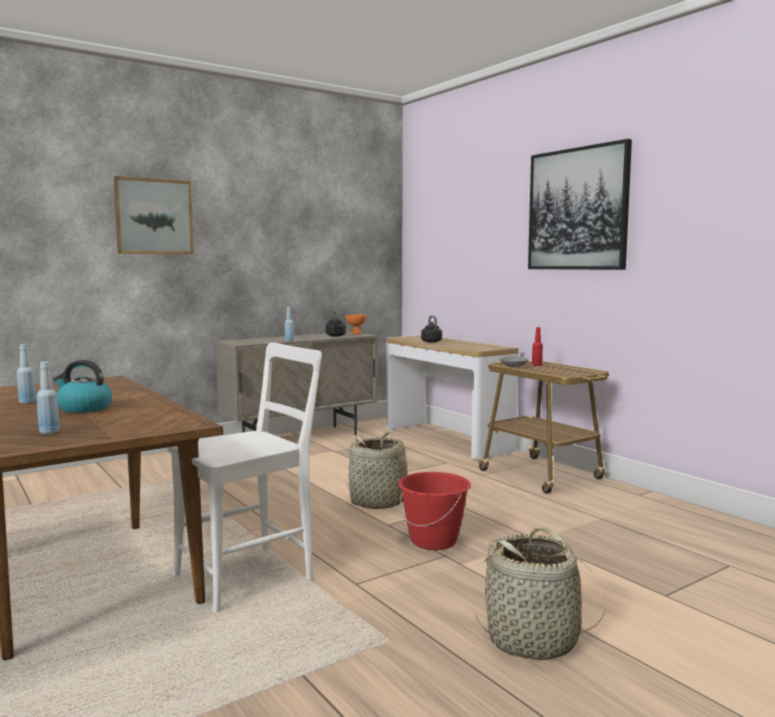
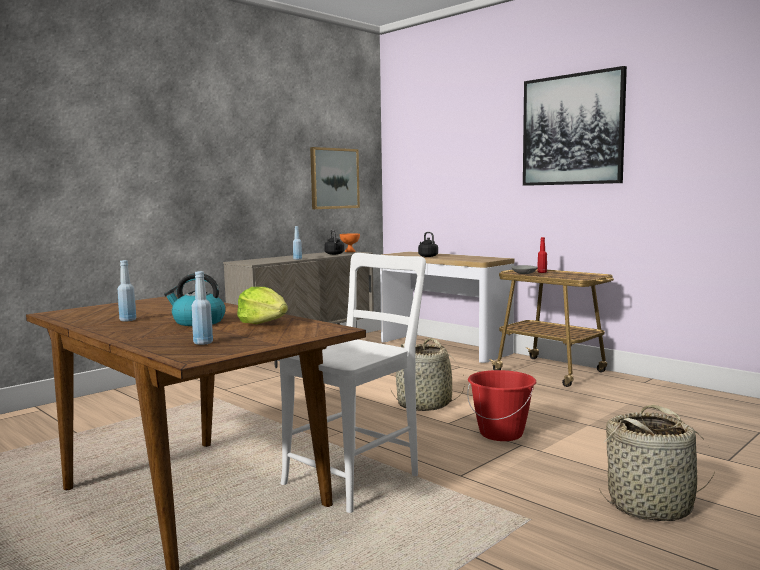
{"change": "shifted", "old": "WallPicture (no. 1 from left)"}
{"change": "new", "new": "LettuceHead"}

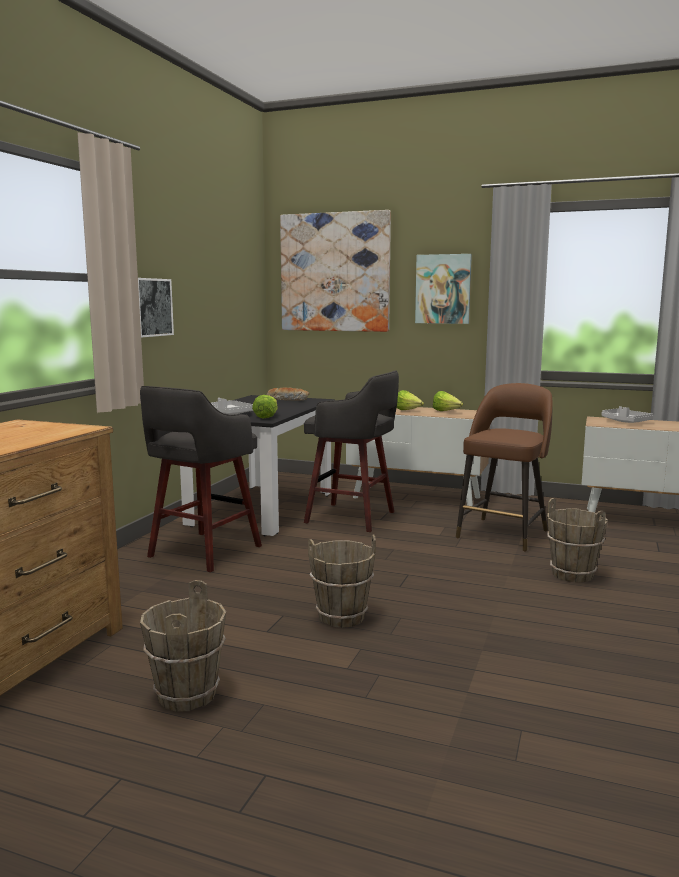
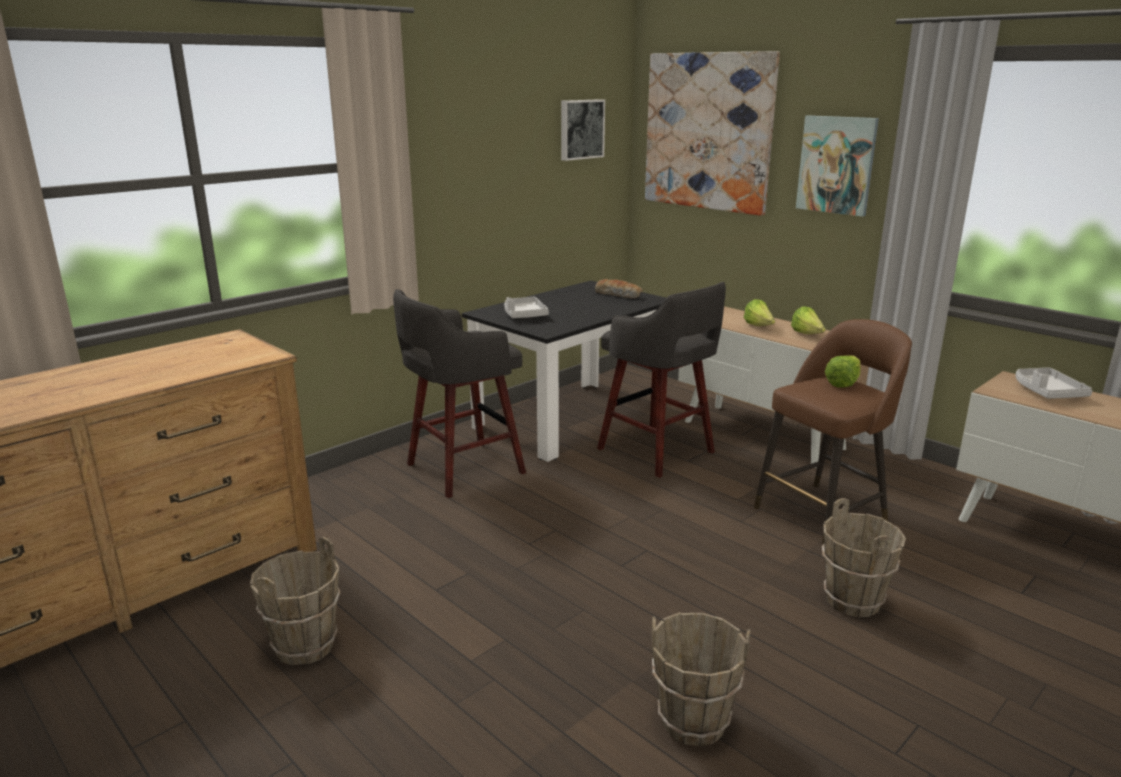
{"change": "shifted", "old": "WallPicture (no. 1 from left)"}
{"change": "shifted", "old": "LettuceHead (no. 1 from left in the first image)", "new": "LettuceHead (no. 3 from left)"}
{"change": "shifted", "old": "BrownColouredPail (no. 2 from left)"}

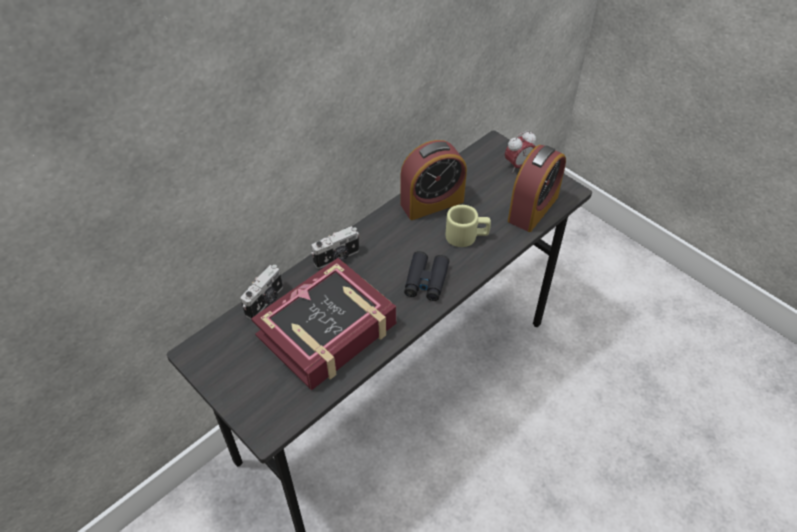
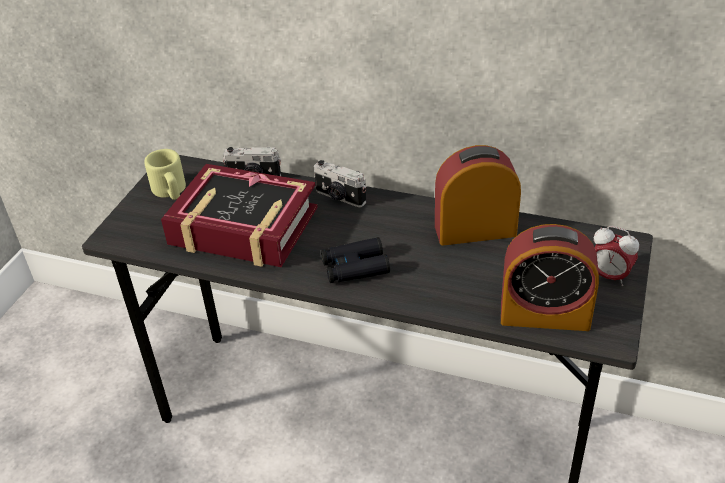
{"change": "rotated", "old": "TableClock (no. 1 from left)", "degrees": 135}
{"change": "shifted", "old": "BeigeColouredCoffeeMug"}

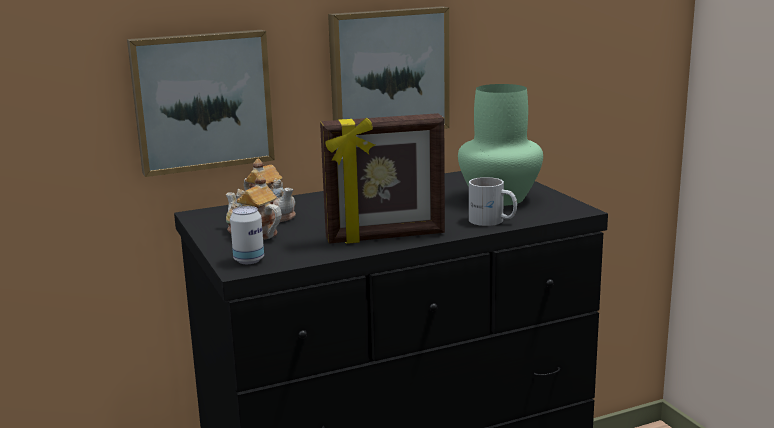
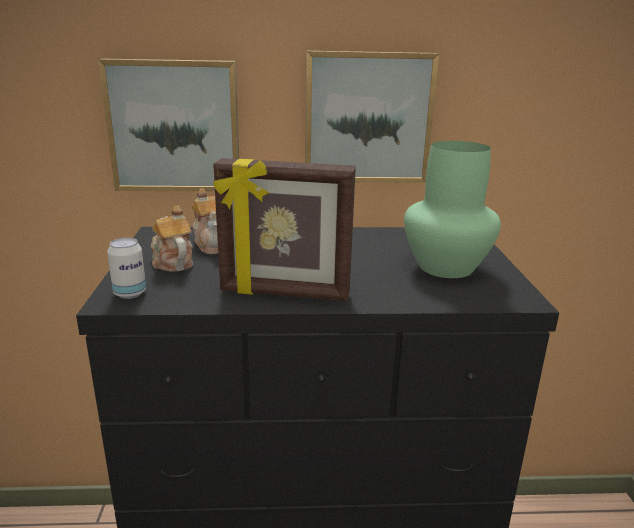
{"change": "gone", "old": "WhitishCoffeeMug"}

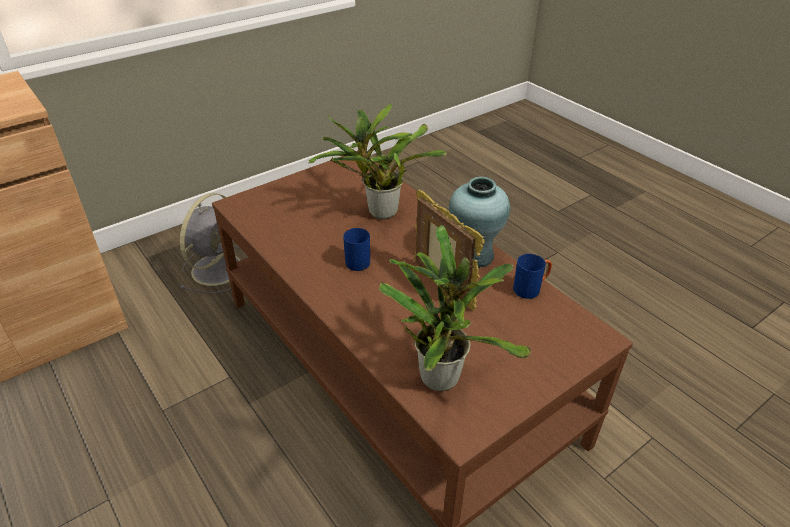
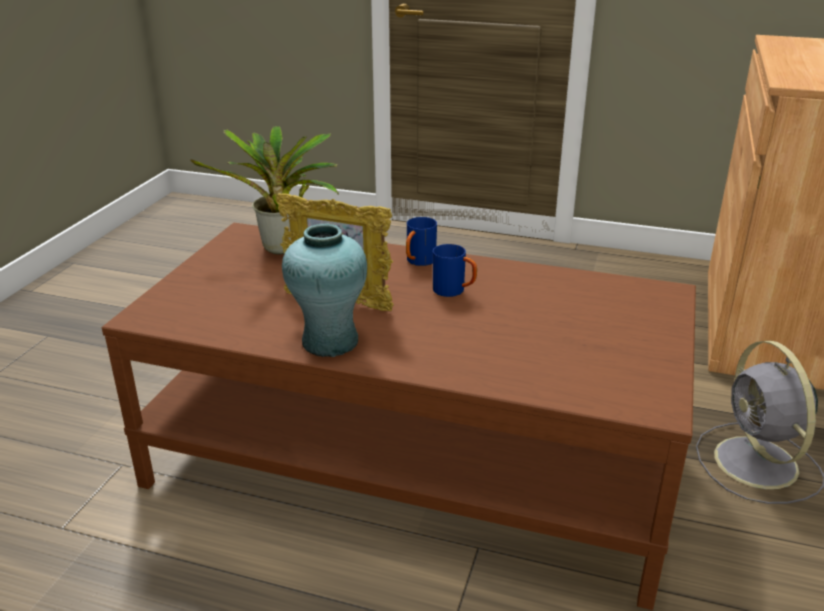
{"change": "gone", "old": "PottedPlant (no. 1 from left)"}
{"change": "shifted", "old": "BlueCoffeeMug (no. 2 from left in the first image)", "new": "BlueCoffeeMug (no. 1 from left)"}

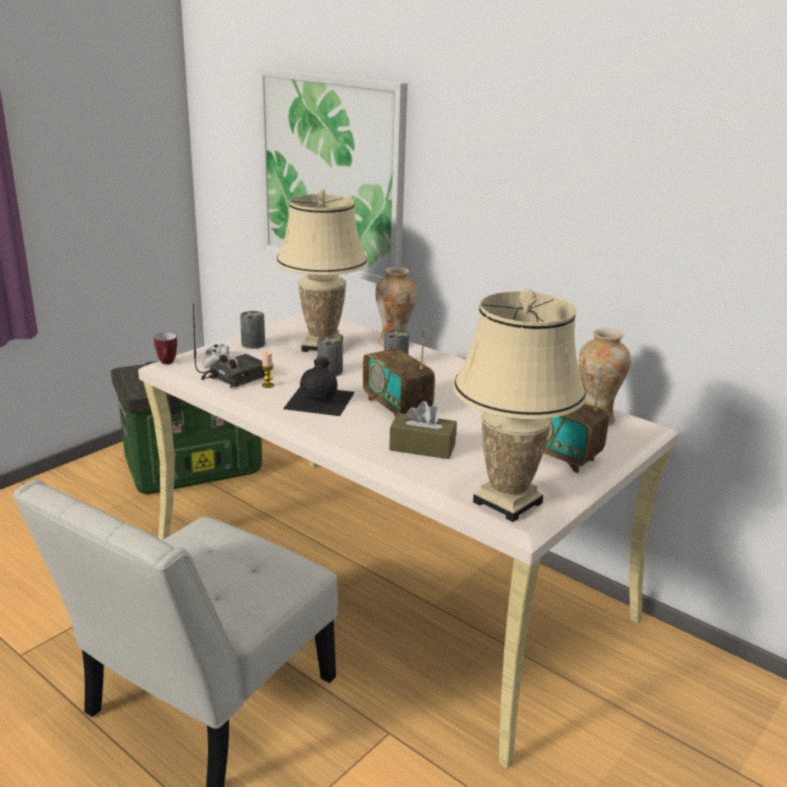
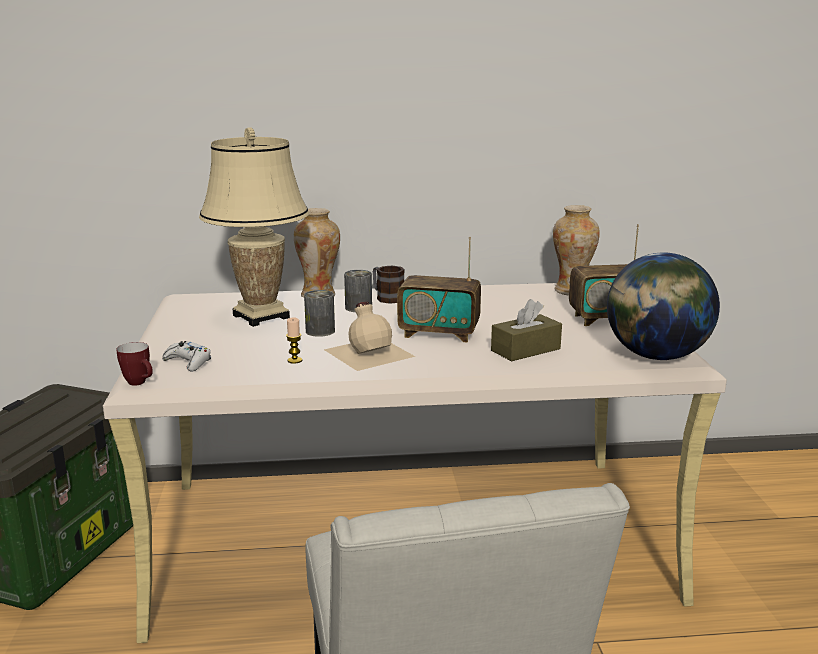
{"change": "gone", "old": "WallPicture"}
{"change": "swapped", "old": "BeigeColouredTabletopLamp (no. 2 from left)", "new": "Globe"}
{"change": "gone", "old": "Radio (no. 1 from left)"}
{"change": "gone", "old": "SealedCan (no. 1 from left)"}
{"change": "repainted", "old": "BlackColouredDrinkBottle", "new": "BeigeColouredDrinkBottle"}
{"change": "new", "new": "CoffeeMug (no. 2 from left)"}

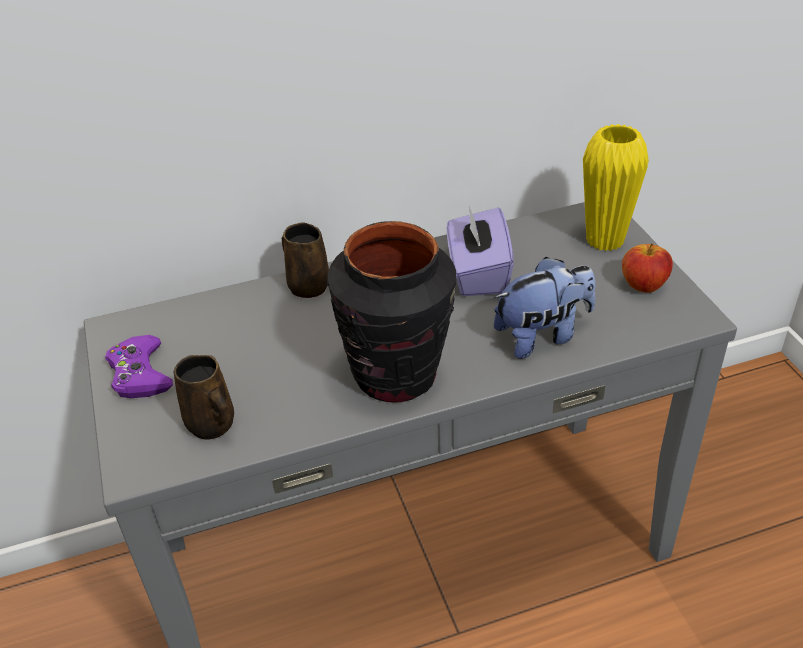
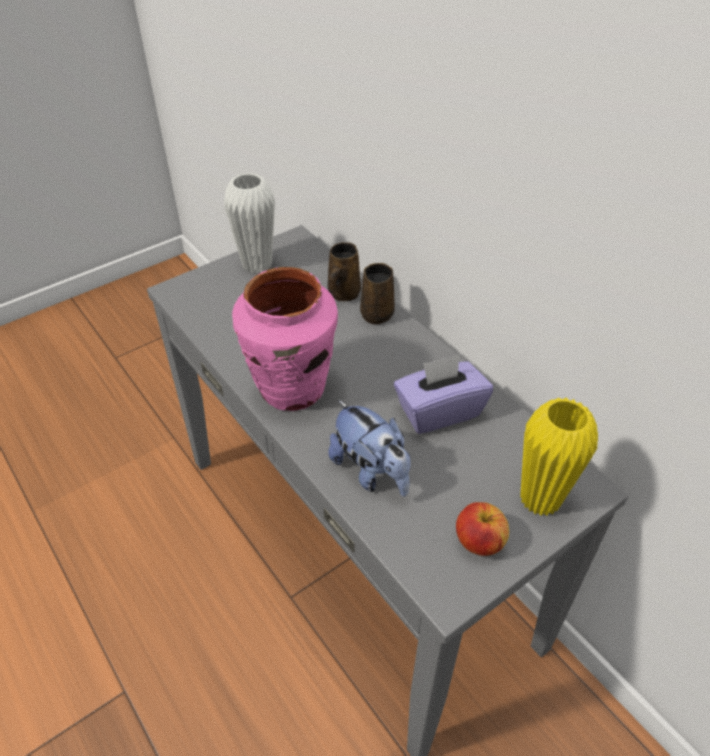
{"change": "repainted", "old": "BlackColouredDecorativeVase", "new": "PinkishDecorativeVase"}
{"change": "swapped", "old": "PurpleColouredJoypad", "new": "WhitishDecorativeVase"}
{"change": "shifted", "old": "BrownColouredCoffeeMug (no. 1 from left)"}

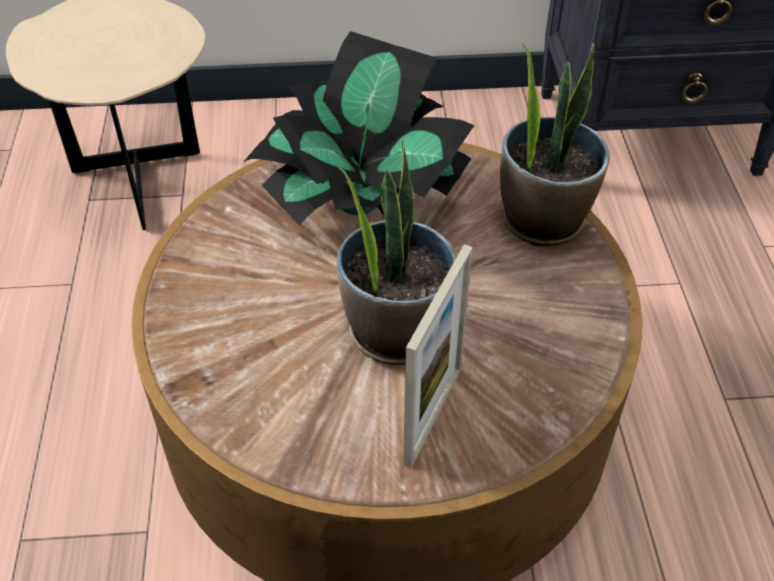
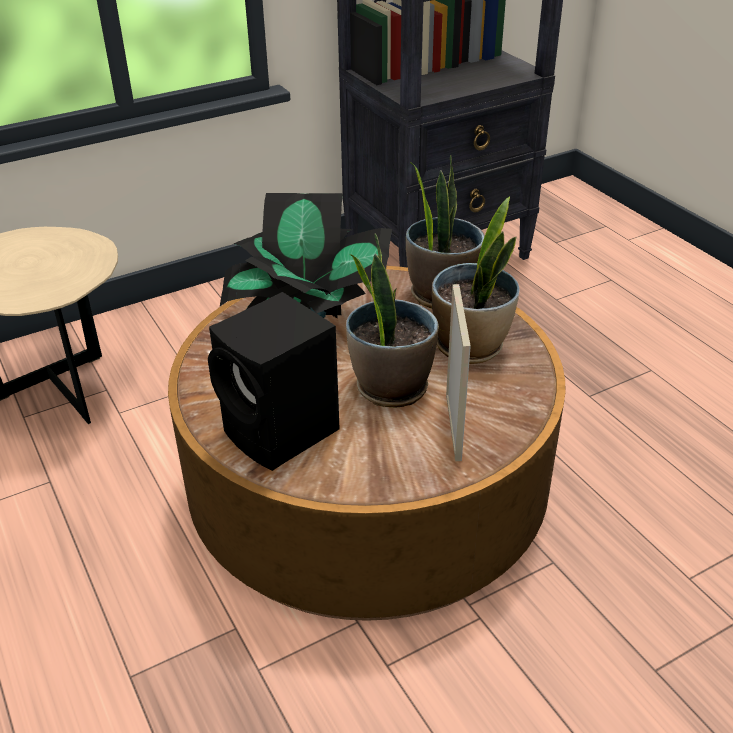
{"change": "new", "new": "PottedPlant (no. 4 from left)"}
{"change": "new", "new": "BlackColouredAudioSpeaker"}

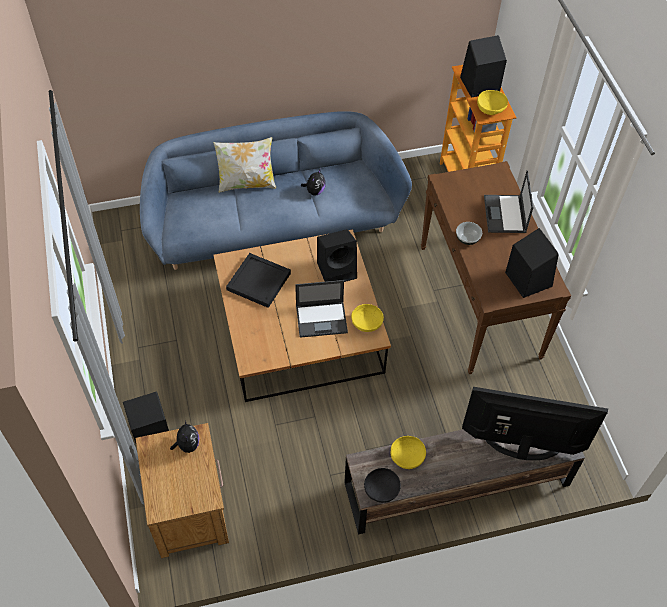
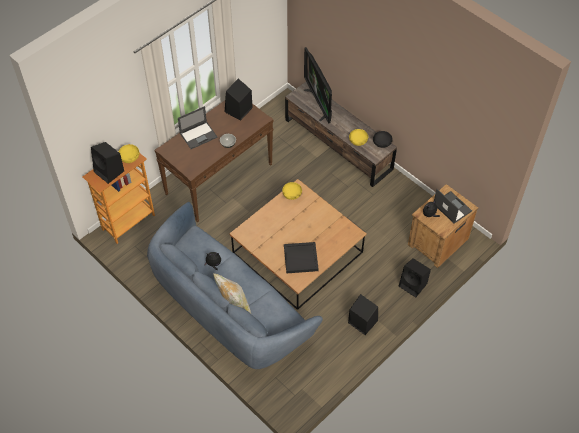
{"change": "shifted", "old": "BlackColouredAudioSpeaker (no. 2 from left in the first image)", "new": "BlackColouredAudioSpeaker (no. 3 from left)"}
{"change": "shifted", "old": "NotebookComputer (no. 1 from left in the first image)", "new": "NotebookComputer (no. 2 from left)"}

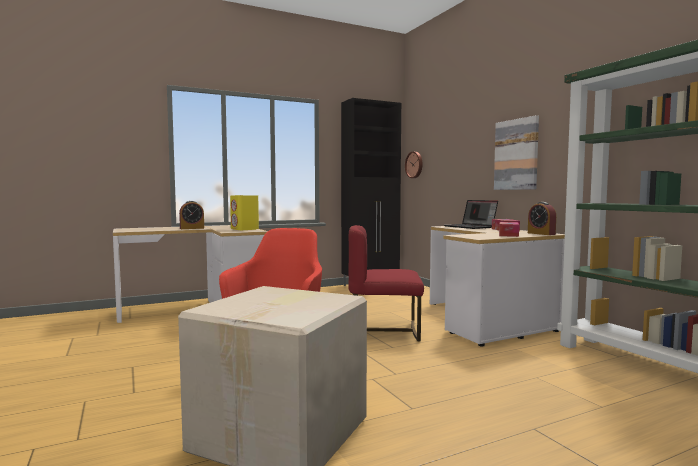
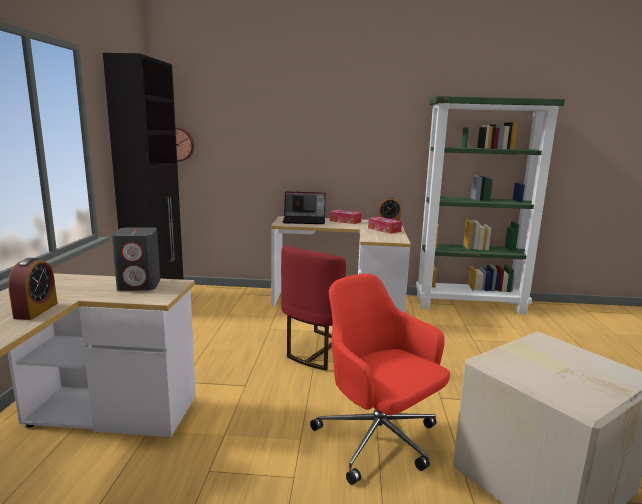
{"change": "gone", "old": "WallPicture"}
{"change": "repainted", "old": "YellowColouredAudioSpeaker", "new": "GreyAudioSpeaker"}

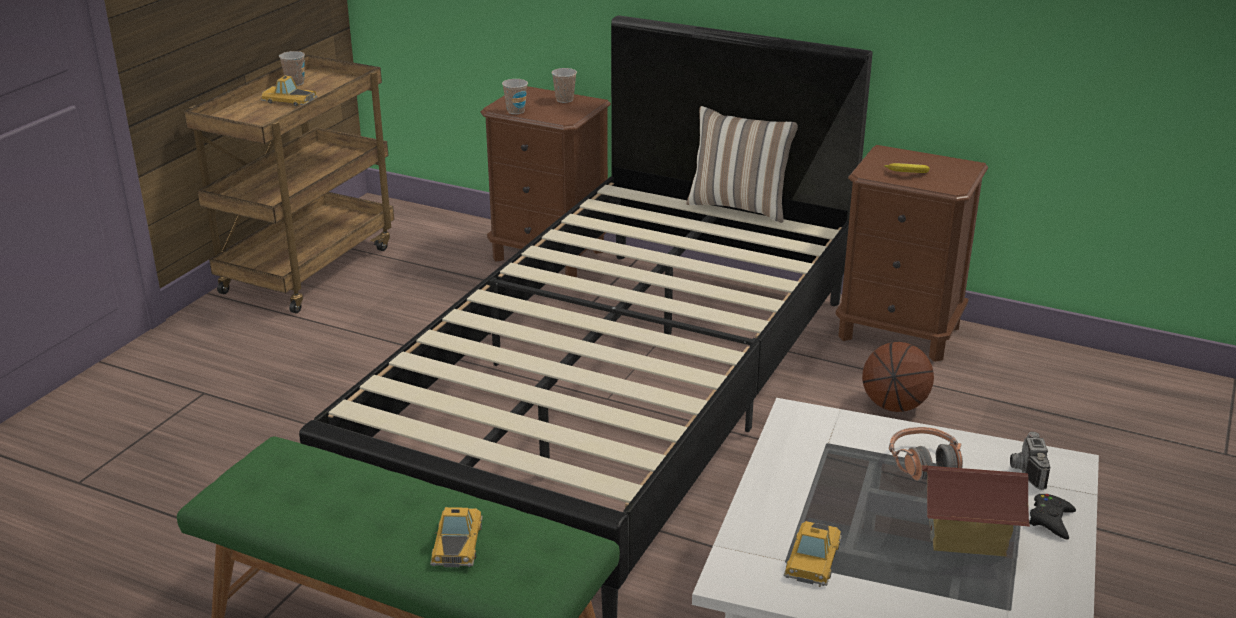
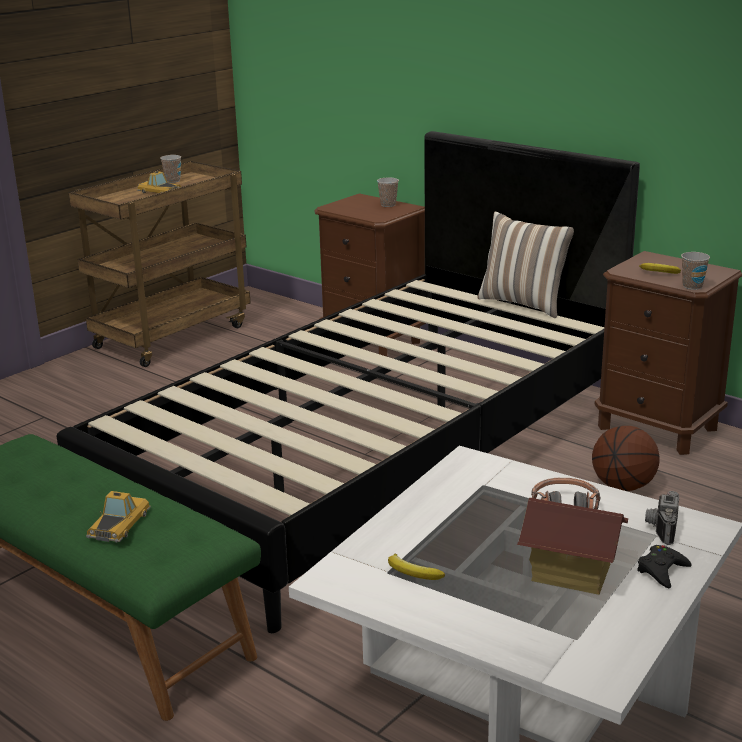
{"change": "shifted", "old": "SmallCup (no. 2 from left in the first image)", "new": "SmallCup (no. 3 from left)"}
{"change": "swapped", "old": "ToyCar (no. 3 from left)", "new": "Banana (no. 1 from left)"}

